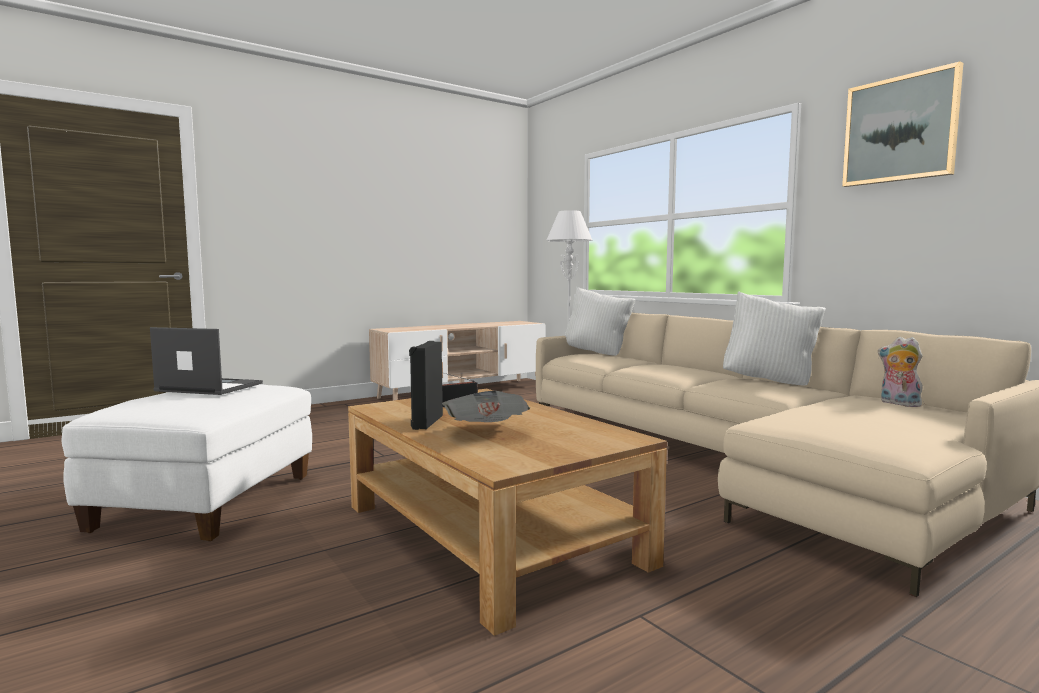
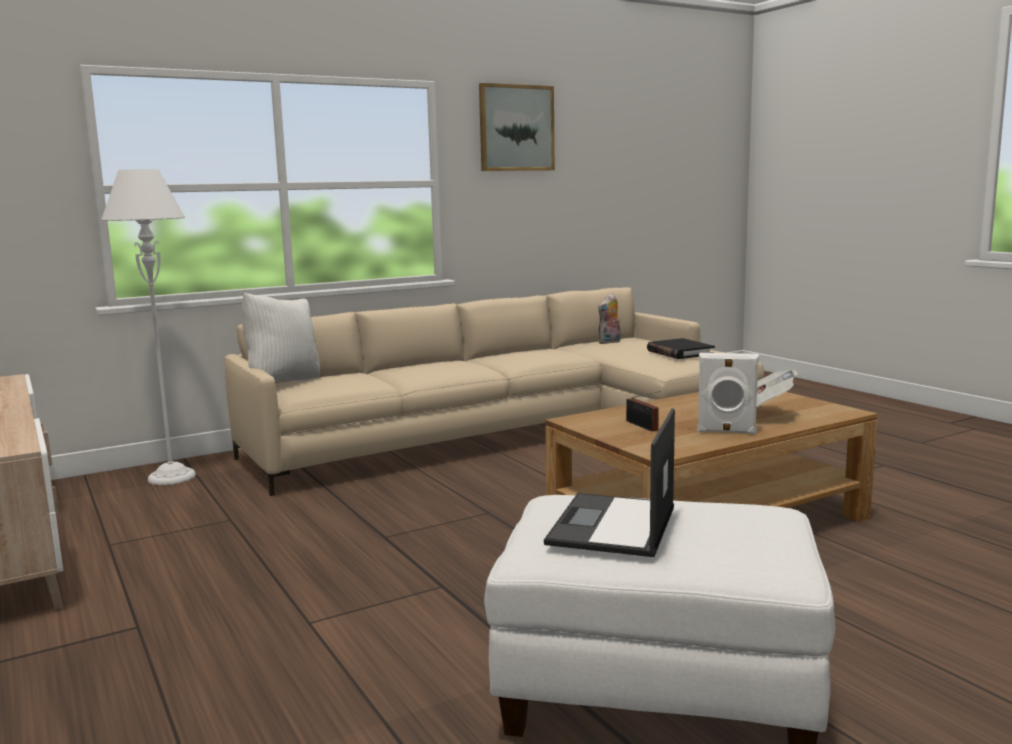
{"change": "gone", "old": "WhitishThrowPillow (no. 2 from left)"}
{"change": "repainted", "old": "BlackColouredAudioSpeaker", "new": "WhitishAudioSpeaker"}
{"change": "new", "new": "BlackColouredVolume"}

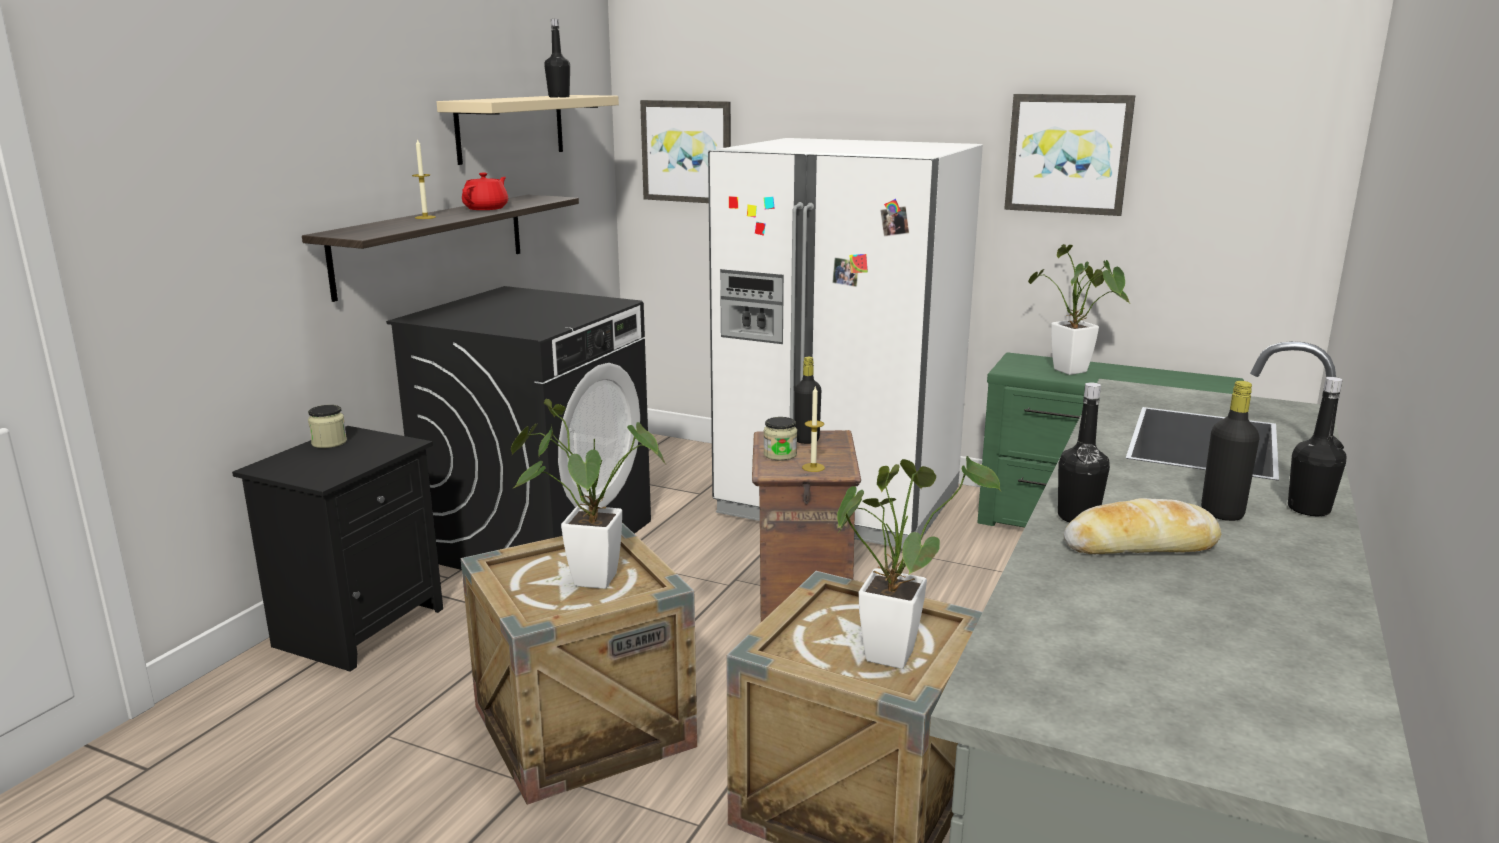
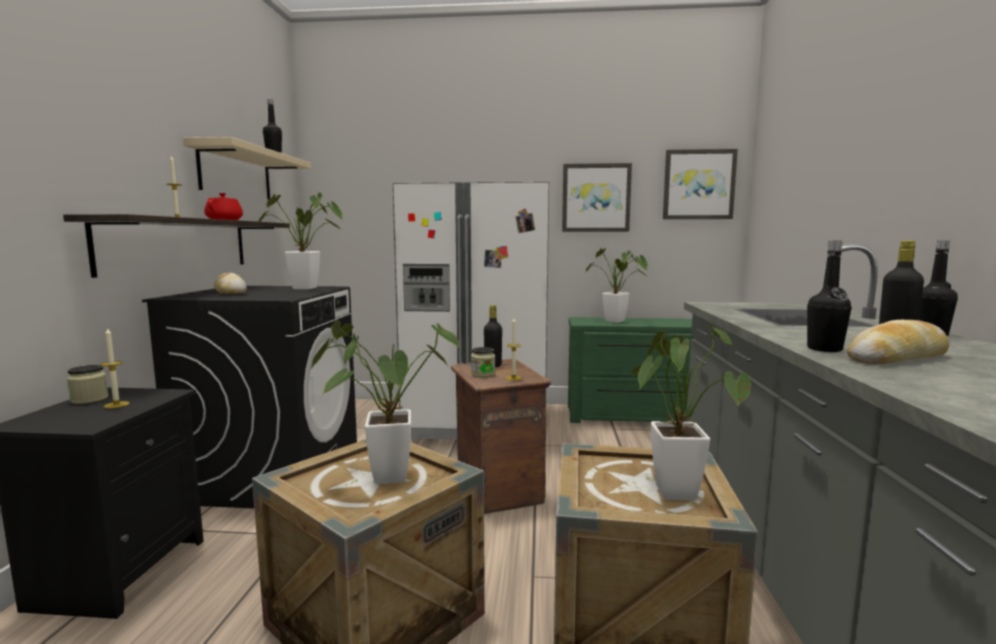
{"change": "shifted", "old": "WallPicture (no. 1 from left in the first image)", "new": "WallPicture (no. 2 from left)"}
{"change": "new", "new": "PottedPlant (no. 1 from left)"}
{"change": "new", "new": "Bread (no. 1 from left)"}
{"change": "new", "new": "WaxCandle (no. 1 from left)"}

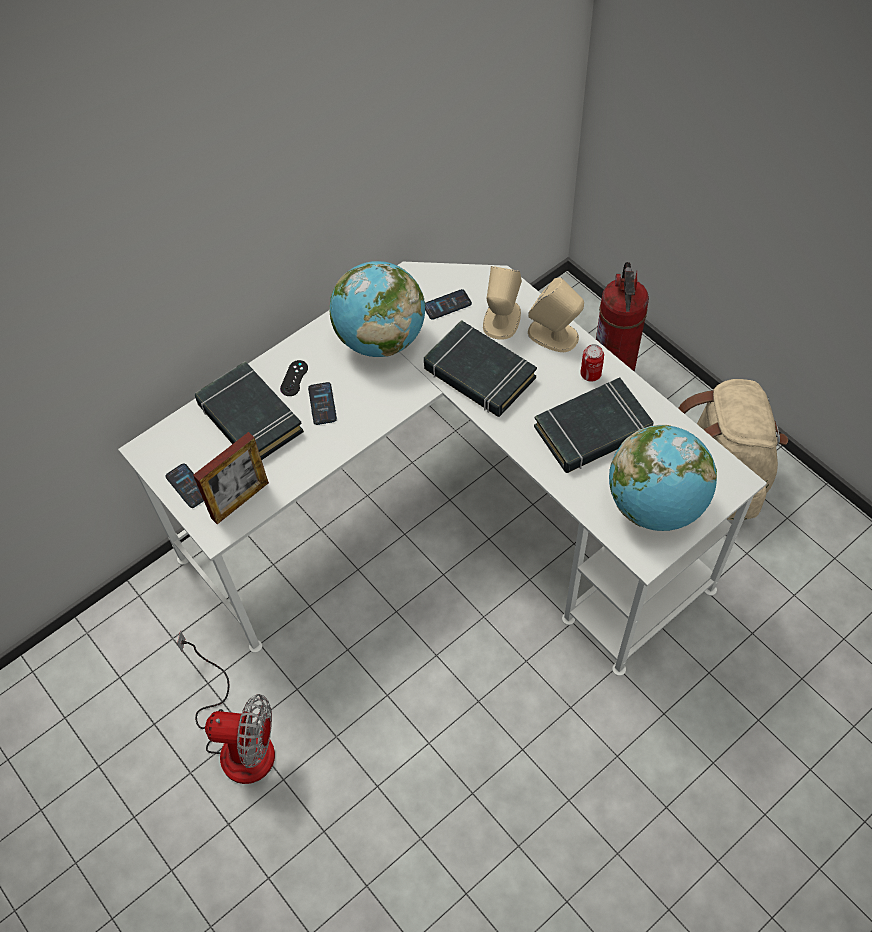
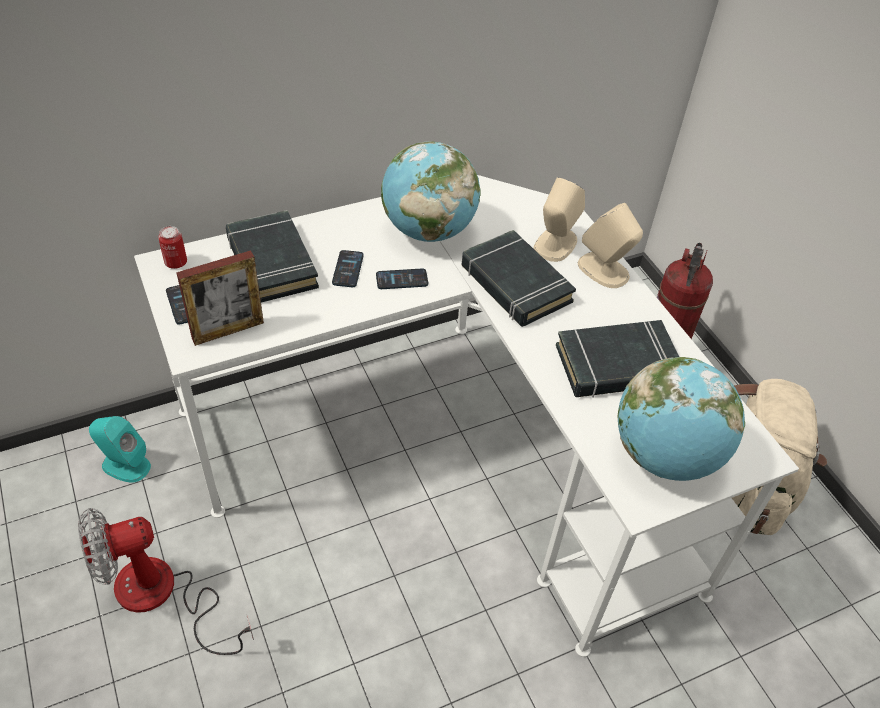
{"change": "shifted", "old": "Phone (no. 3 from left)"}
{"change": "shifted", "old": "SealedCan"}
{"change": "gone", "old": "BlackColouredJoypad"}
{"change": "rotated", "old": "ElectricFan", "degrees": 135}
{"change": "new", "new": "BlueGreenAudioSpeaker"}

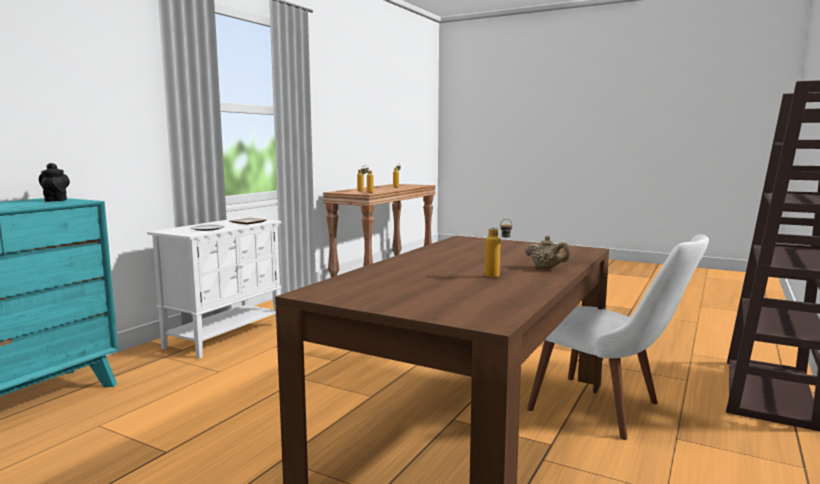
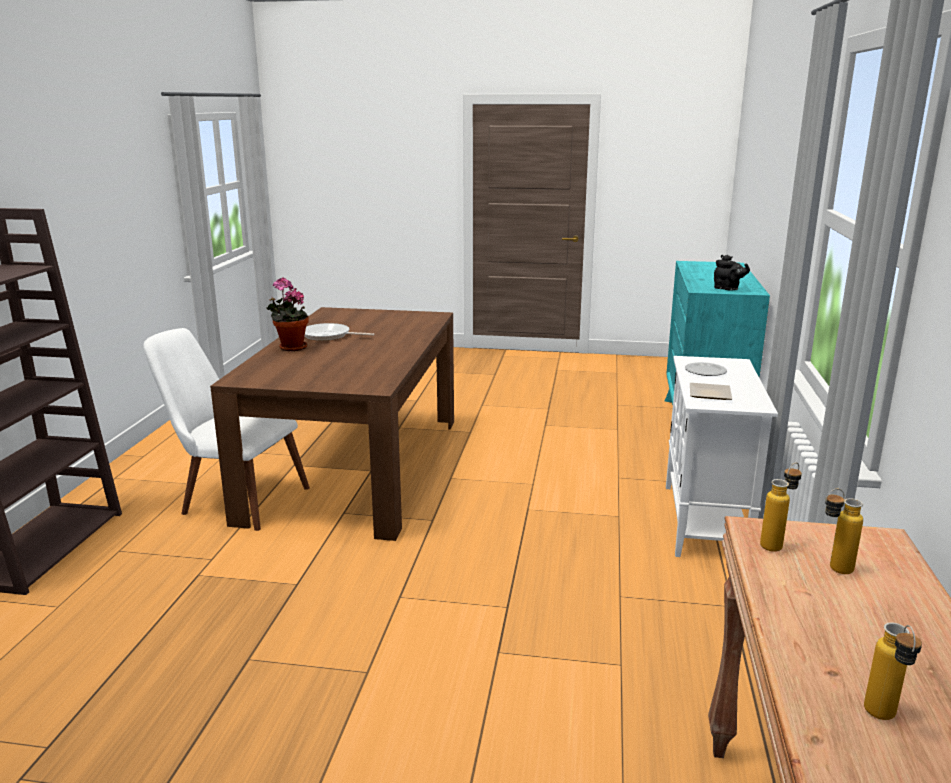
{"change": "swapped", "old": "DrinkBottle (no. 4 from left)", "new": "Pan"}
{"change": "swapped", "old": "BeigeColouredTeaPot", "new": "PottedPlant"}

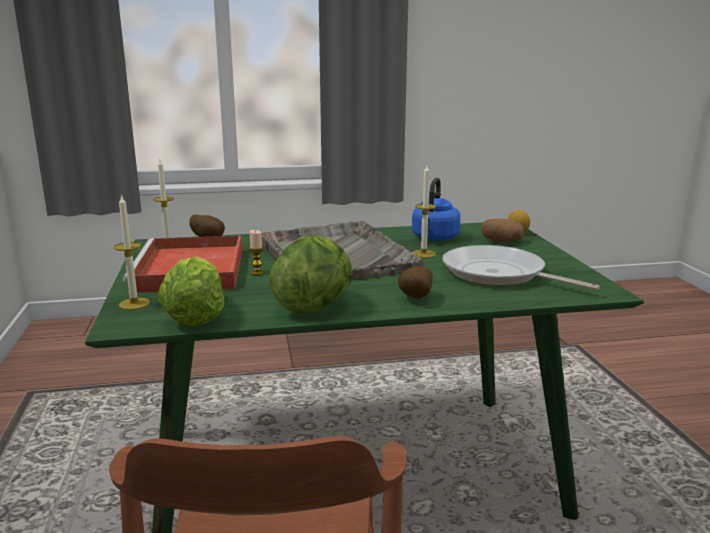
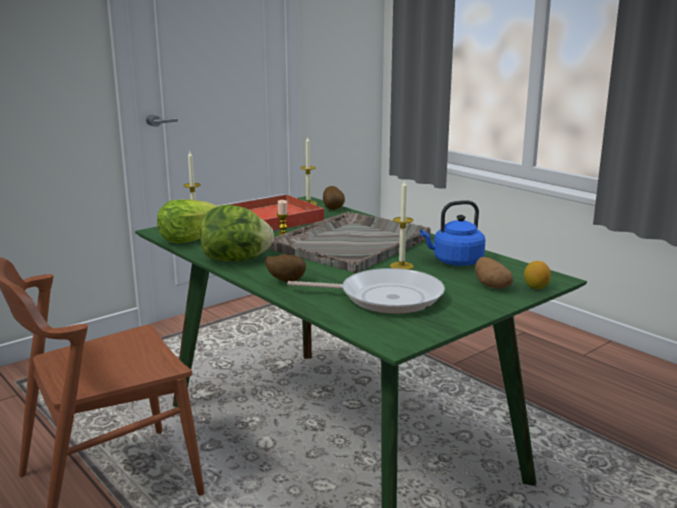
{"change": "rotated", "old": "Pan", "degrees": 90}

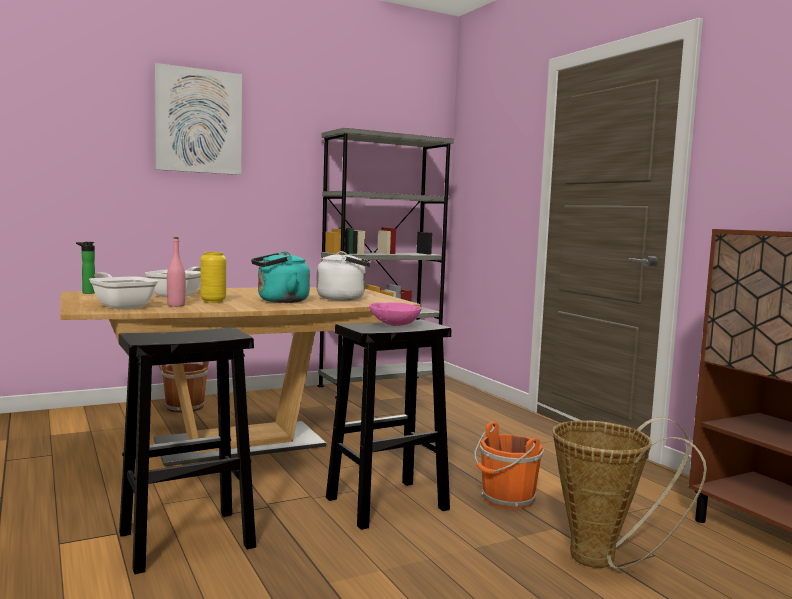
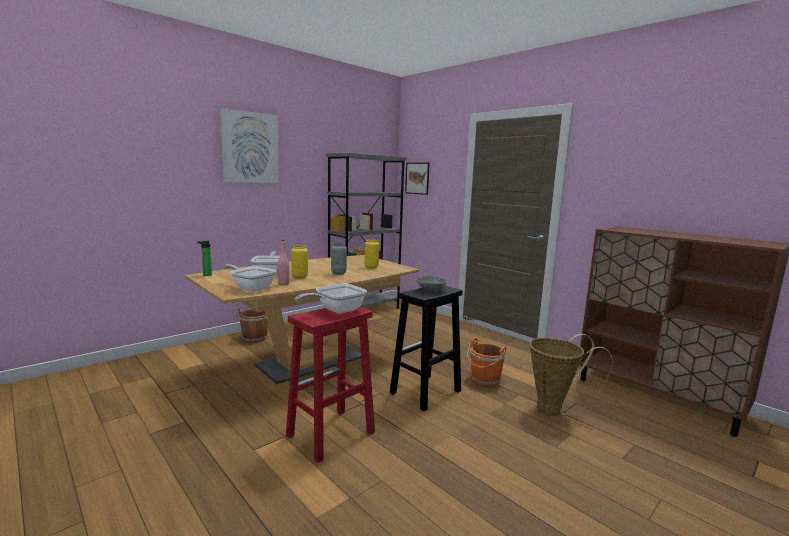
{"change": "swapped", "old": "BlueGreenTeaKettle", "new": "GreyDecorativeVase"}
{"change": "swapped", "old": "WhitishTeaKettle", "new": "YellowColouredDecorativeVase (no. 2 from left)"}
{"change": "repainted", "old": "PinkishDeepDish", "new": "GreyDeepDish"}
{"change": "repainted", "old": "BlackColouredSittingStool (no. 1 from left)", "new": "RedColouredSittingStool"}
{"change": "new", "new": "WallPicture (no. 2 from left)"}
{"change": "new", "new": "Pan (no. 3 from left)"}

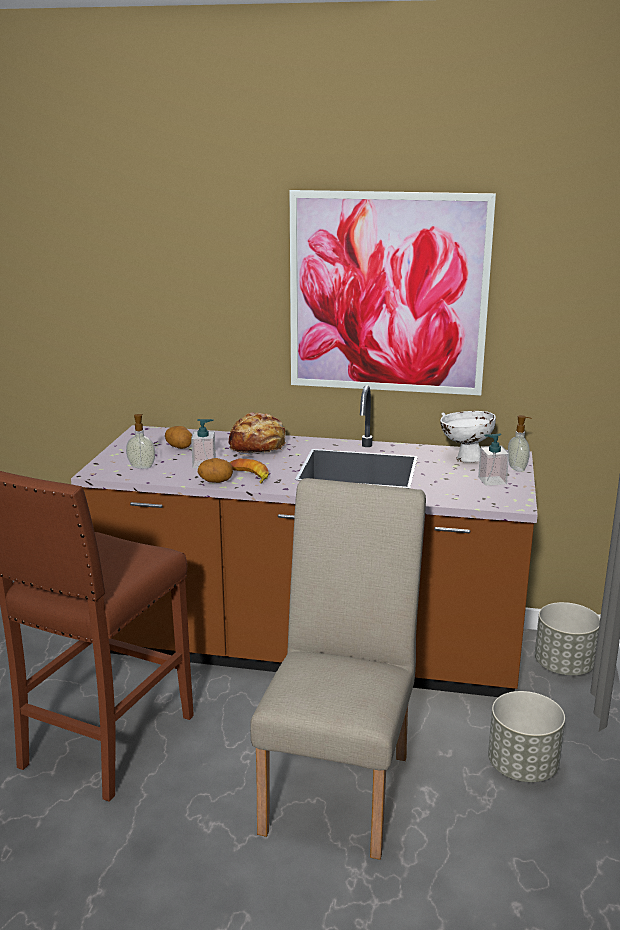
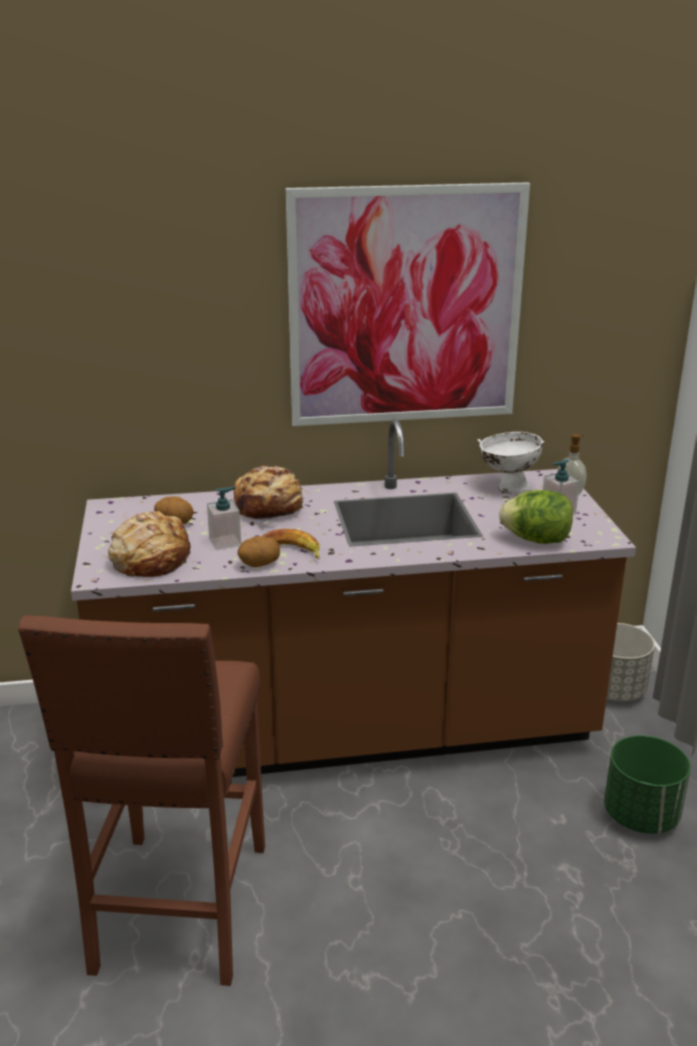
{"change": "swapped", "old": "SoapDispenser (no. 1 from left)", "new": "Bread (no. 1 from left)"}
{"change": "gone", "old": "BeigeColouredUprightChair"}
{"change": "repainted", "old": "GreyFlowerPot (no. 1 from left)", "new": "GreenishFlowerPot"}
{"change": "new", "new": "LettuceHead"}

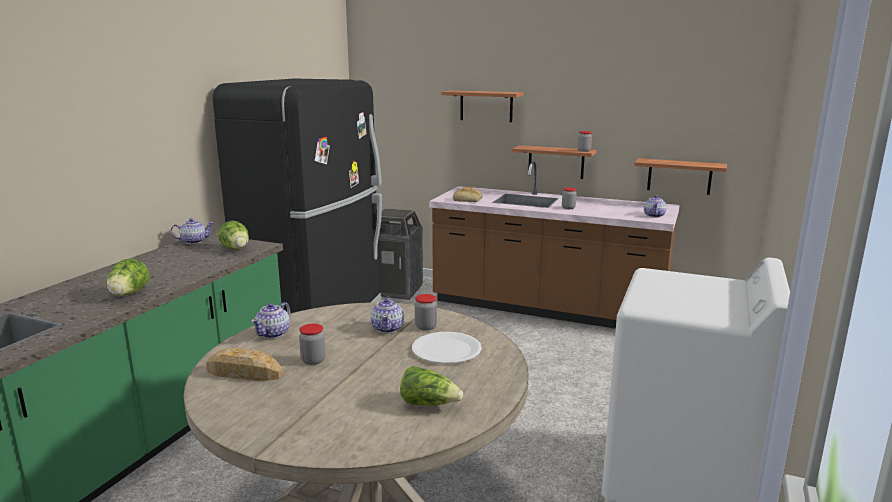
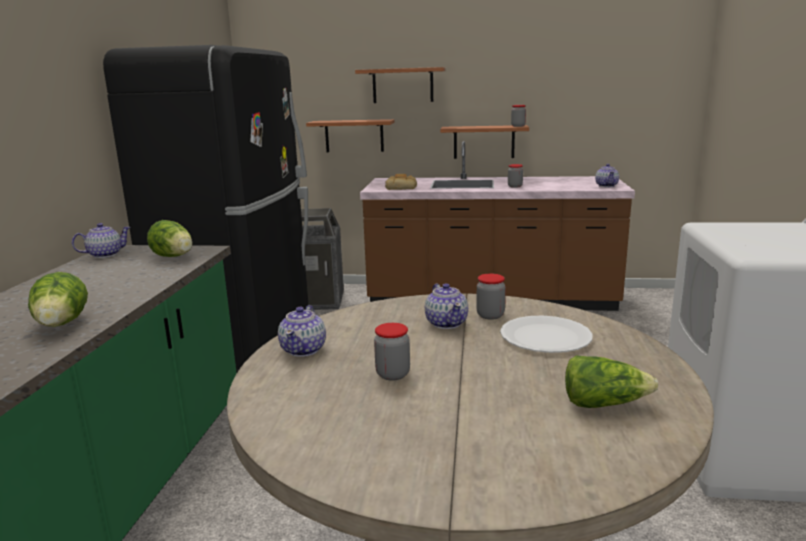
{"change": "shifted", "old": "WallShelf (no. 3 from left in the first image)", "new": "WallShelf (no. 1 from left)"}
{"change": "gone", "old": "Bread (no. 1 from left)"}

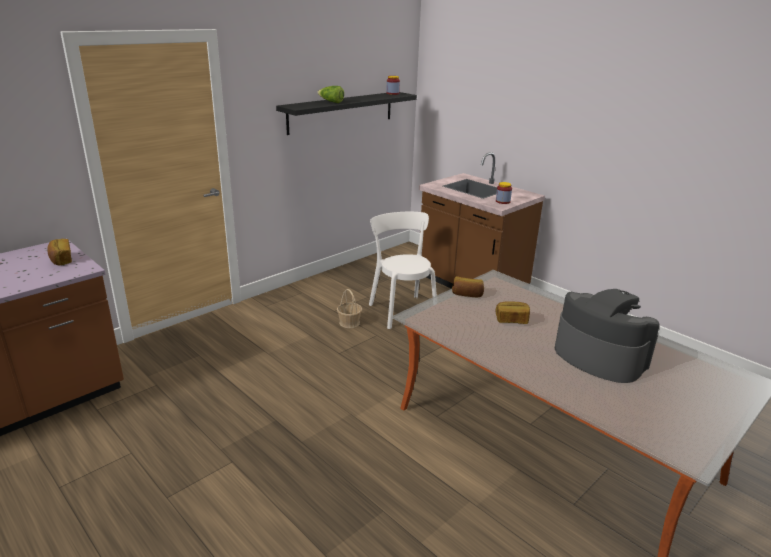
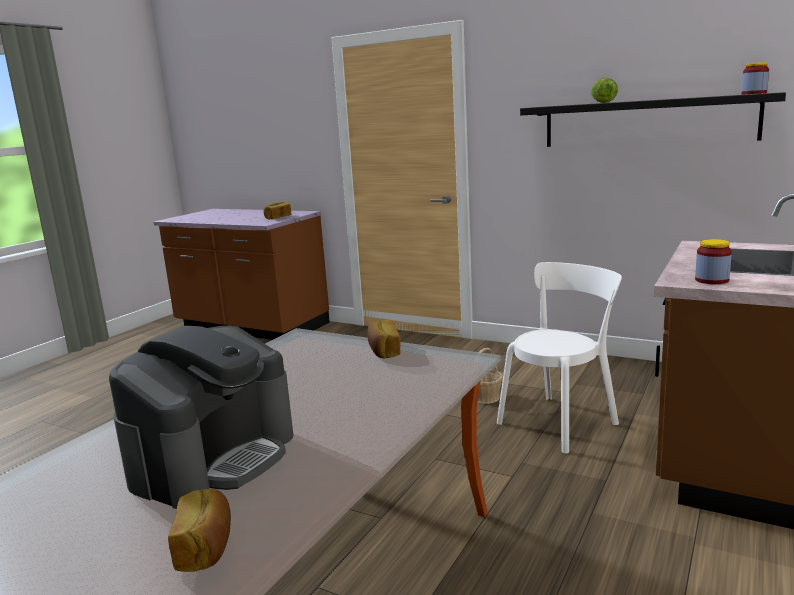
{"change": "shifted", "old": "Bread (no. 3 from left in the first image)", "new": "Bread (no. 1 from left)"}

